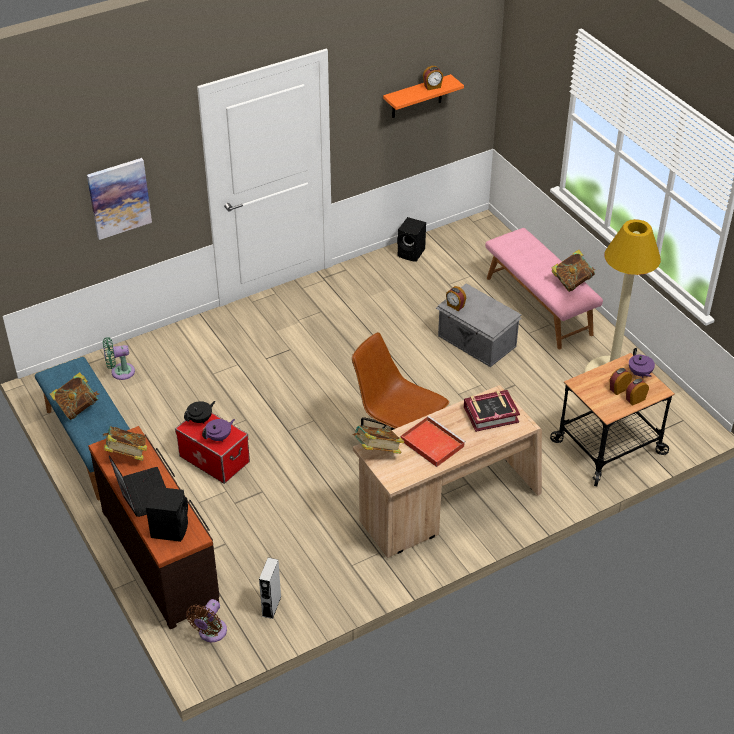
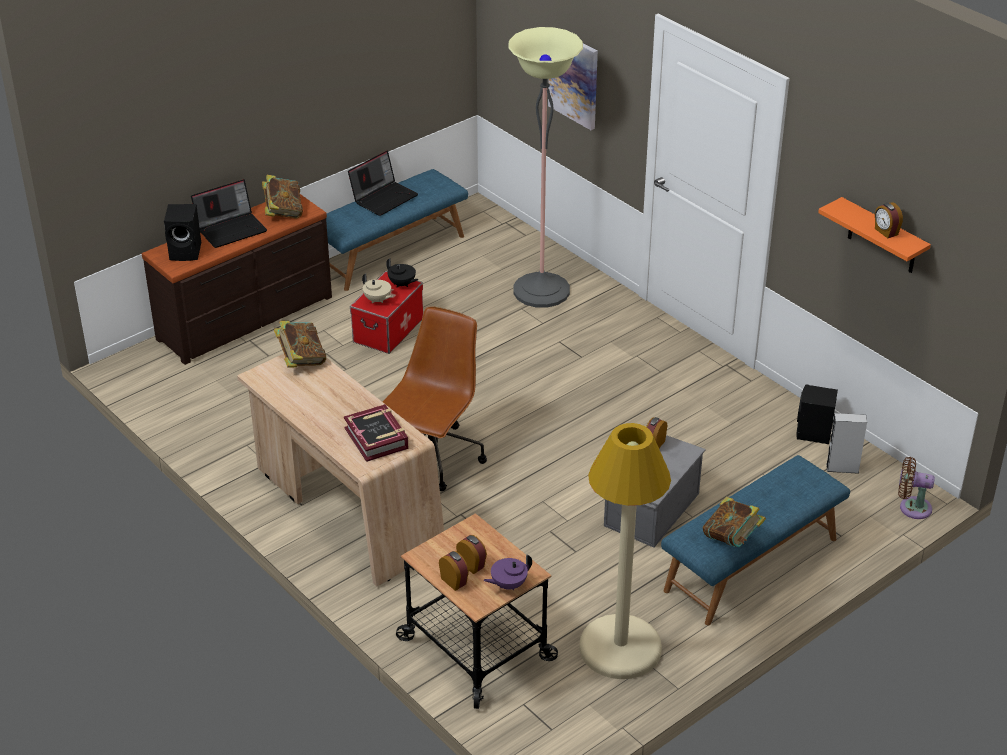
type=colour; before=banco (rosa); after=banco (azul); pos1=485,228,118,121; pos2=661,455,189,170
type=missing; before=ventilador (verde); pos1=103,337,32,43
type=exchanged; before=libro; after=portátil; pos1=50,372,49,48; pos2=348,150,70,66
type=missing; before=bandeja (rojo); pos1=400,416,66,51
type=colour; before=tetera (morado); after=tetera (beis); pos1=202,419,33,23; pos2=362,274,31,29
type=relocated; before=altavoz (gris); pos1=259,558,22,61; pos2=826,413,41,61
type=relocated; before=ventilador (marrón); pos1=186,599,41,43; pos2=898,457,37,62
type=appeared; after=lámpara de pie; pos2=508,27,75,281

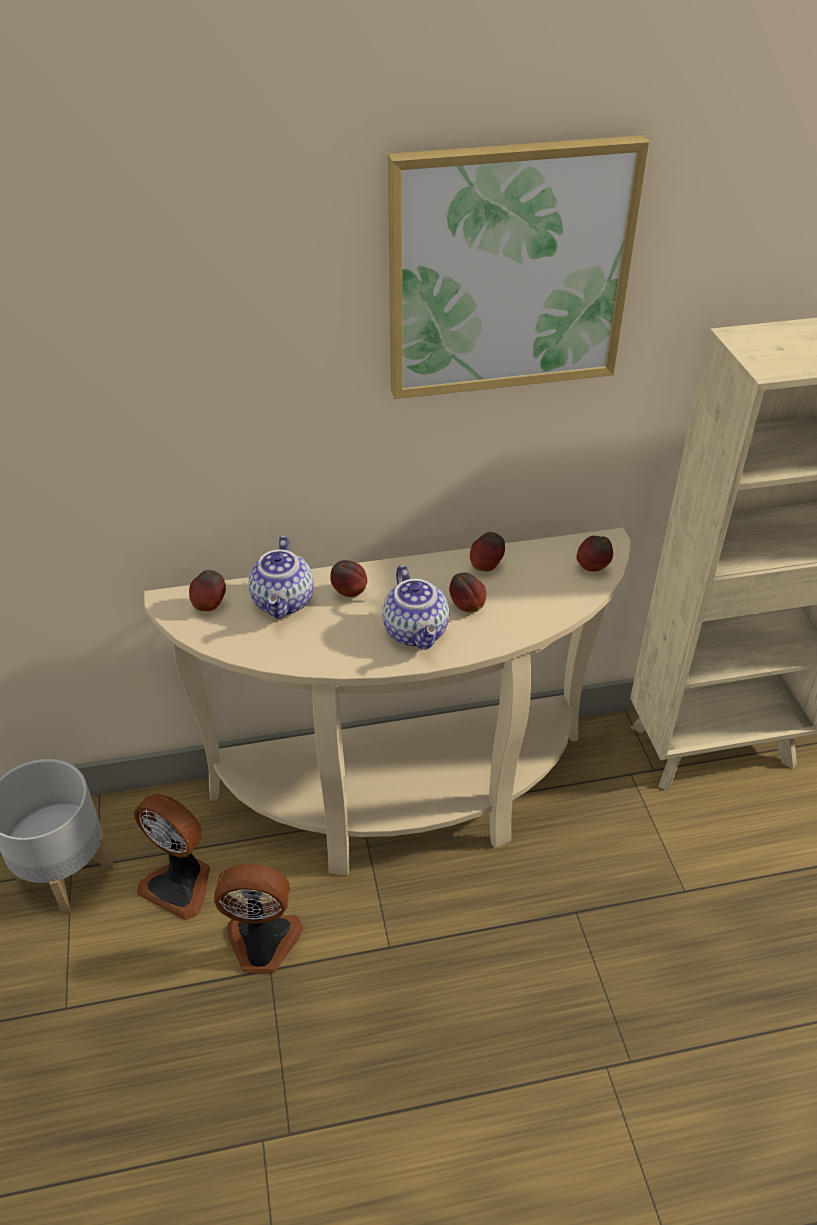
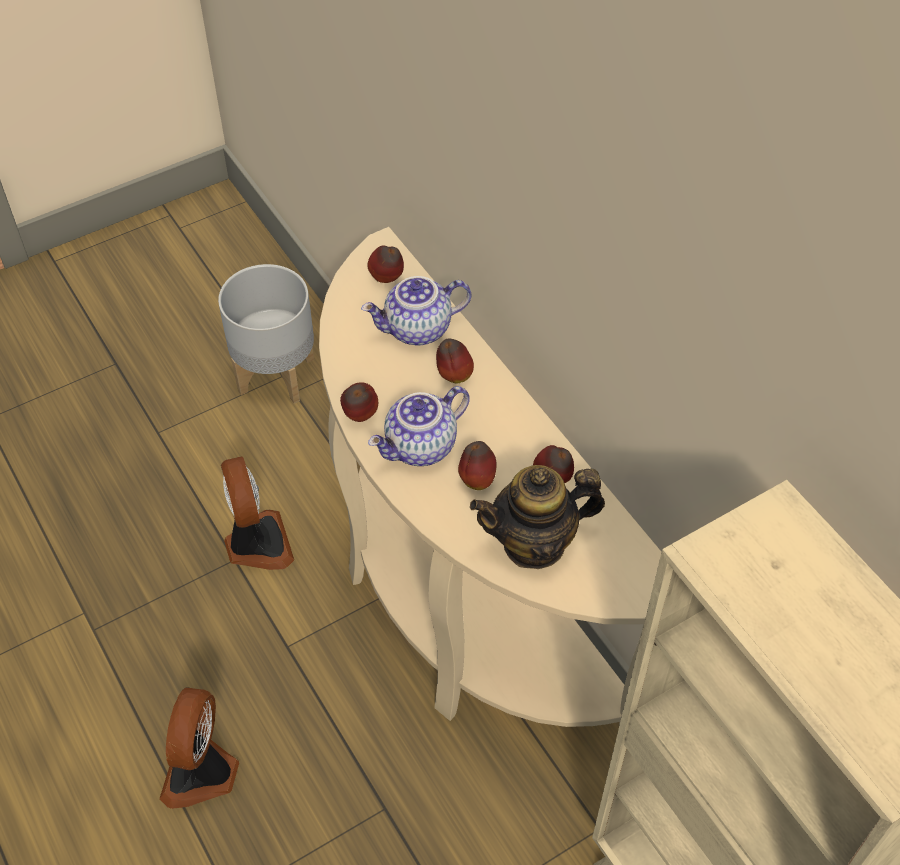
type=missing; before=cuadro; pos1=388,135,261,264
type=relocated; before=manzana; pos1=576,536,37,36; pos2=340,382,38,40
type=relocated; before=ventilador; pos1=134,794,76,127; pos2=159,687,80,122
type=appeared; after=tetera; pos2=470,465,135,104

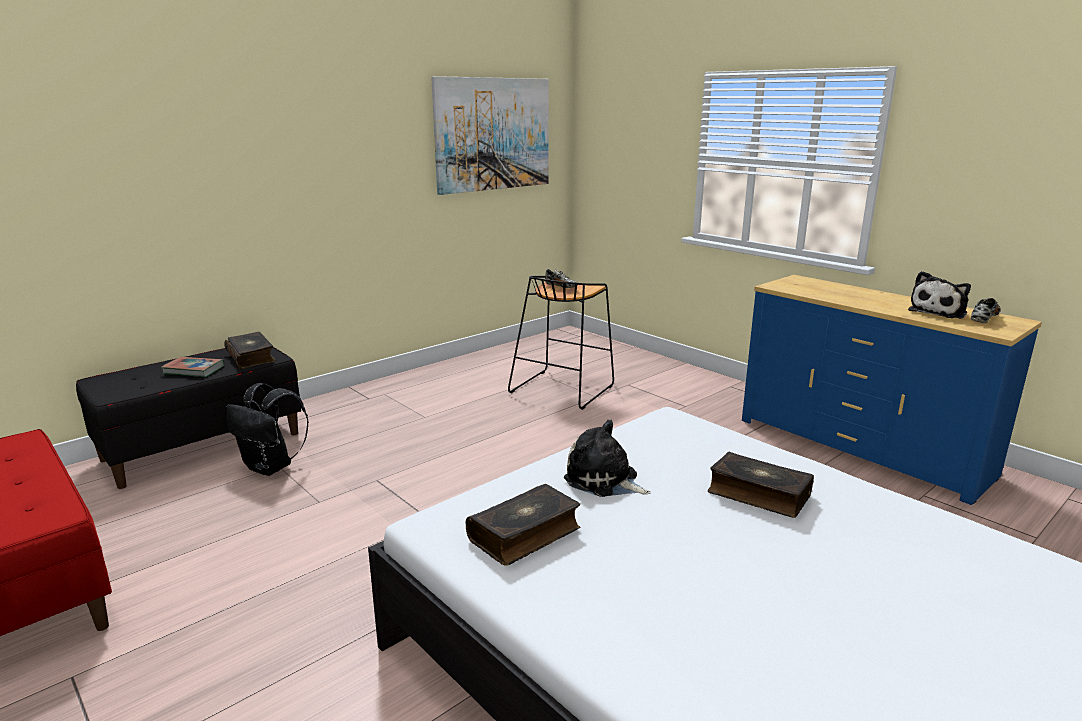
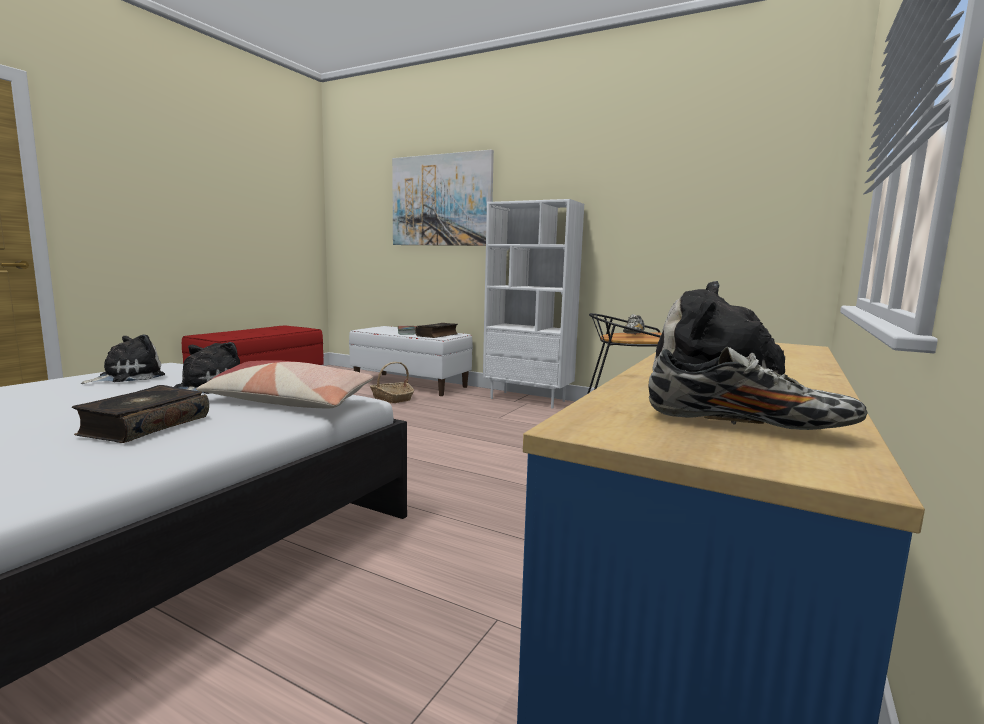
type=relocated; before=cuadro; pos1=431,76,118,119; pos2=392,149,102,97
type=colour; before=banco (negro); after=banco (blanco); pos1=76,347,225,142; pos2=349,326,124,70
type=exchanged; before=mochila (negro); after=cesta; pos1=226,383,83,93; pos2=370,362,44,41
type=exchanged; before=libro; after=peluche; pos1=466,484,114,82; pos2=80,334,85,50
type=appeared; after=estantería (blanco); pos2=483,199,101,210
type=appeared; after=cojín; pos2=196,360,177,48

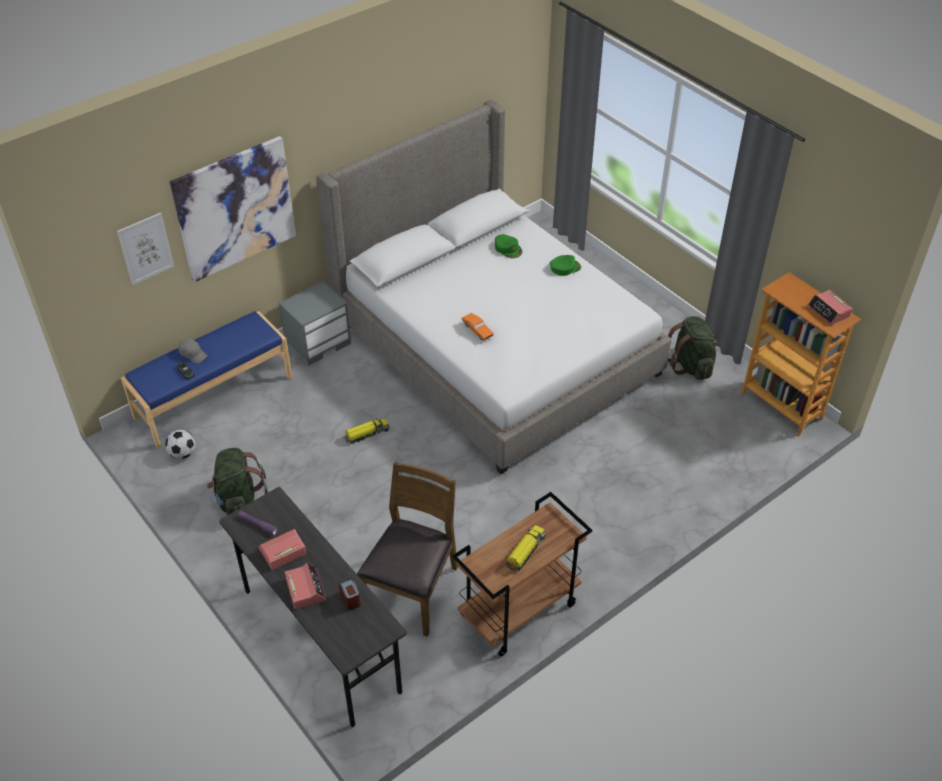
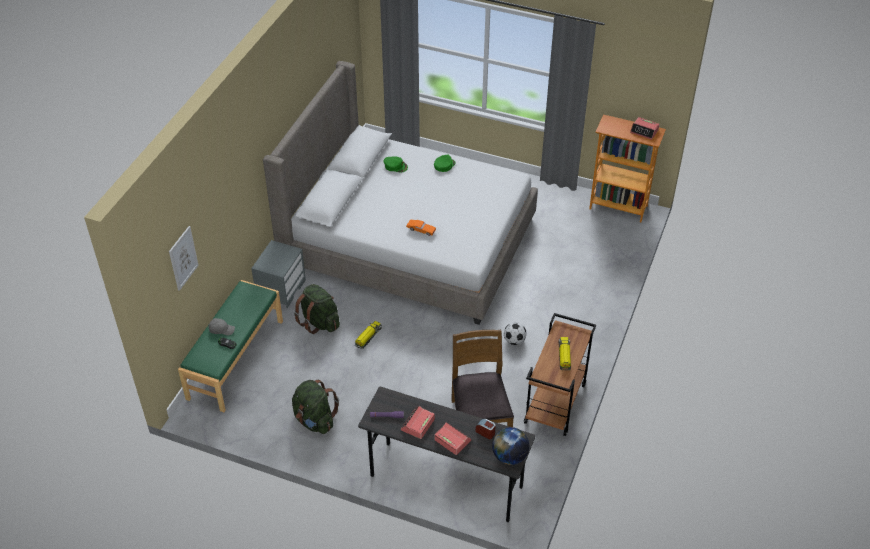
type=missing; before=cuadro; pos1=170,136,126,146
type=colour; before=banco (azul); after=banco (verde); pos1=121,311,172,137; pos2=178,280,105,132
type=relocated; before=mochila (verde); pos1=668,316,49,64; pos2=294,284,46,50
type=relocated; before=balón de fútbol; pos1=165,430,31,29; pos2=504,322,23,23
type=appeared; after=globo terráqueo; pos2=492,427,37,38

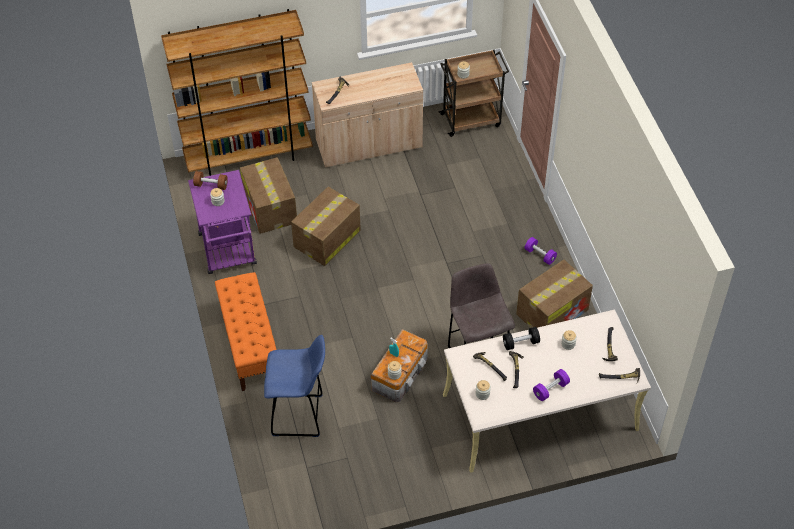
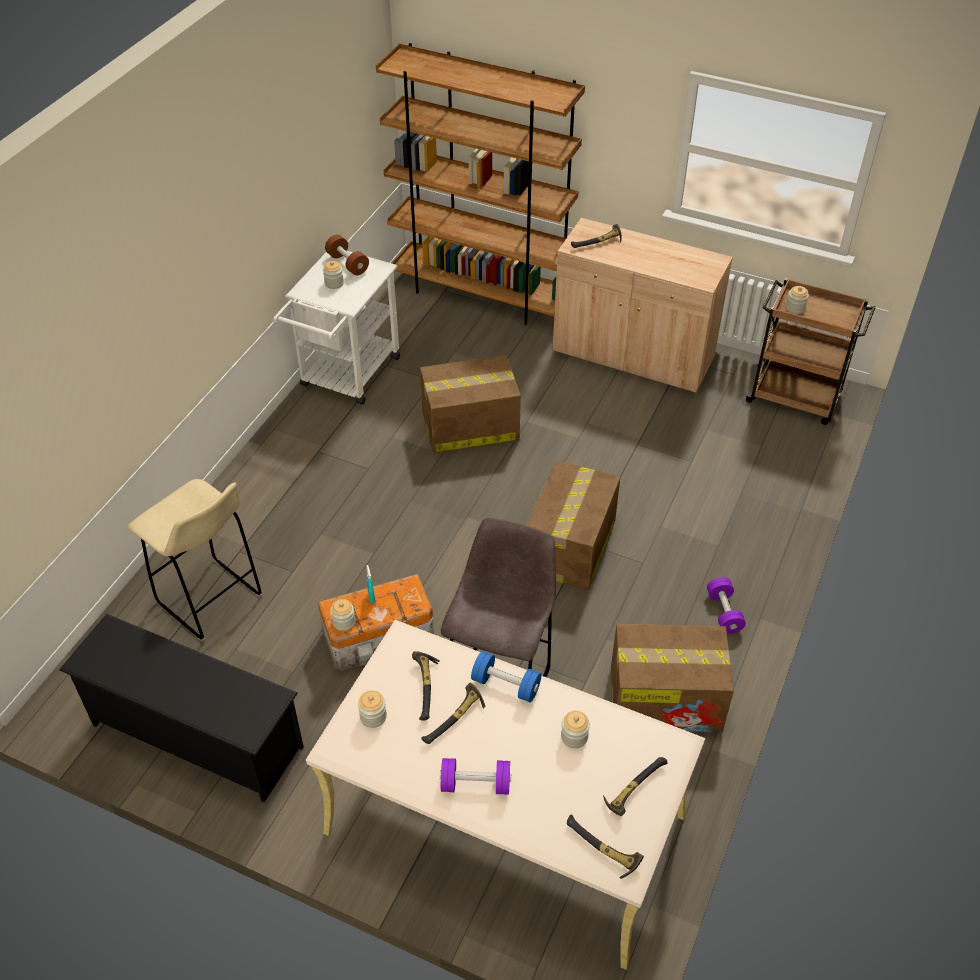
type=relocated; before=caja de cartón; pos1=240,157,57,77; pos2=527,460,93,130
type=colour; before=carrito (morado); after=carrito (blanco); pos1=188,170,69,104; pos2=273,251,127,154
type=missing; before=banco (naranja); pos1=215,272,62,119
type=colour; before=mancuerna (negro); after=mancuerna (azul); pos1=503,327,37,23; pos2=471,651,70,51
type=colour; before=taburete (azul); after=taburete (beis); pos1=264,335,61,102; pos2=127,479,135,163
type=appeared; after=zapatero (negro); pos2=59,614,245,188

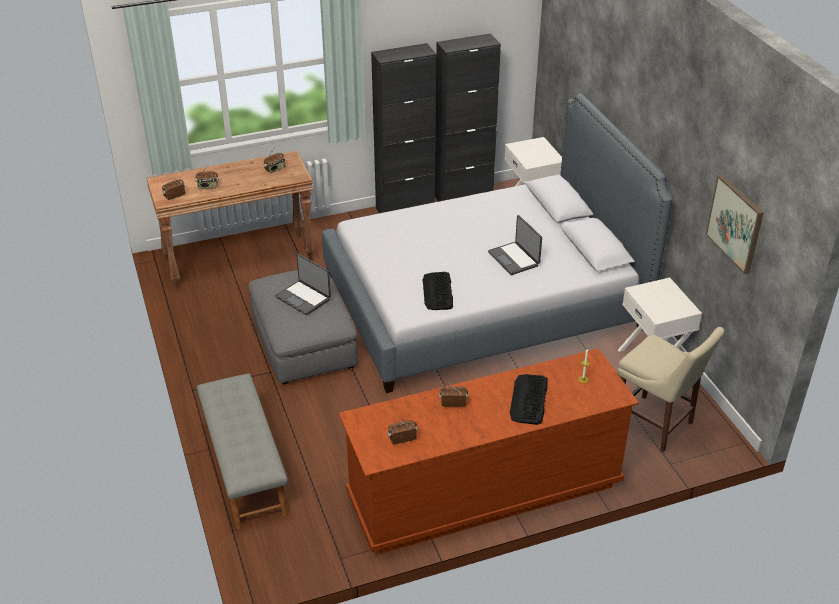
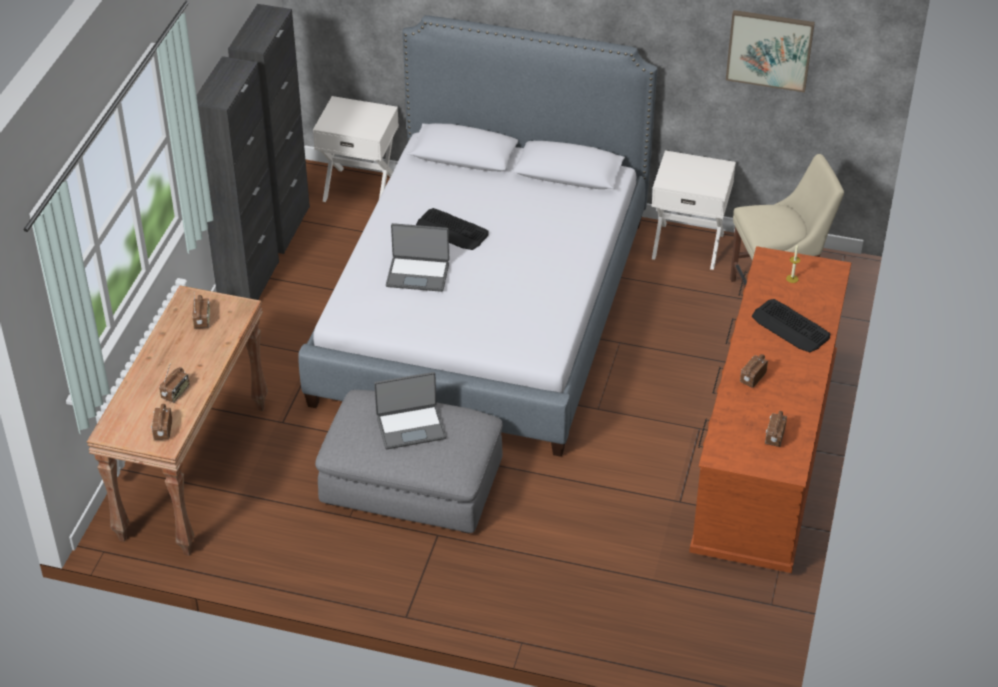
type=relocated; before=portátil; pos1=488,215,54,60; pos2=386,223,63,69
type=relocated; before=teclado; pos1=422,272,31,38; pos2=416,208,72,42
type=missing; before=banco (gris); pos1=197,373,91,156

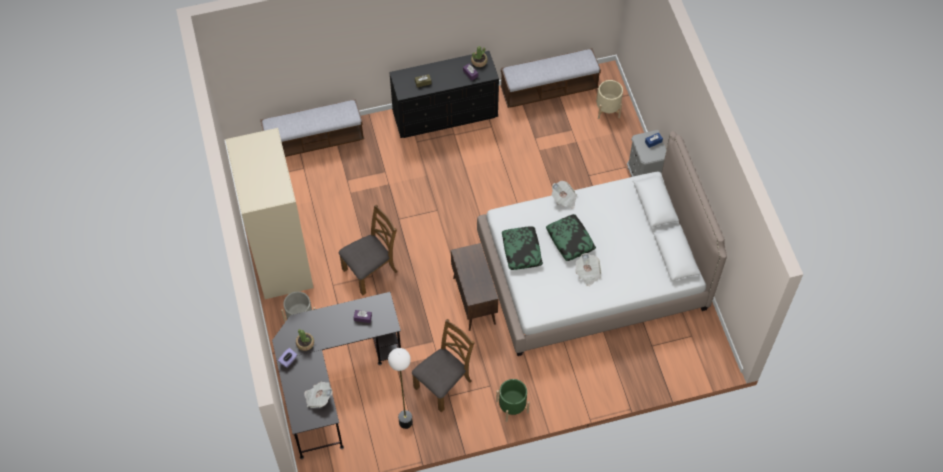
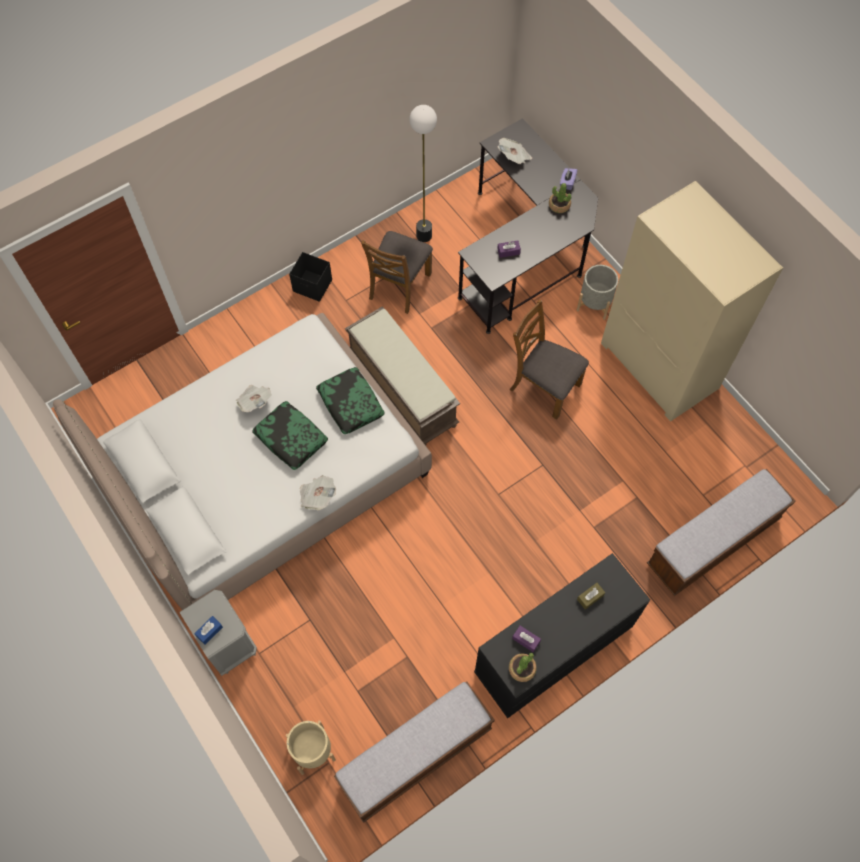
type=spun; before=silla (marrón); pos1=339,205,59,90; pos2=509,300,80,119; turn=90
type=exchanged; before=armario (marrón); after=banco (marrón); pos1=451,243,47,88; pos2=345,306,115,140
type=exchanged; before=maceta (verde); after=caja de almacenaje (negro); pos1=496,379,34,43; pos2=289,252,43,50

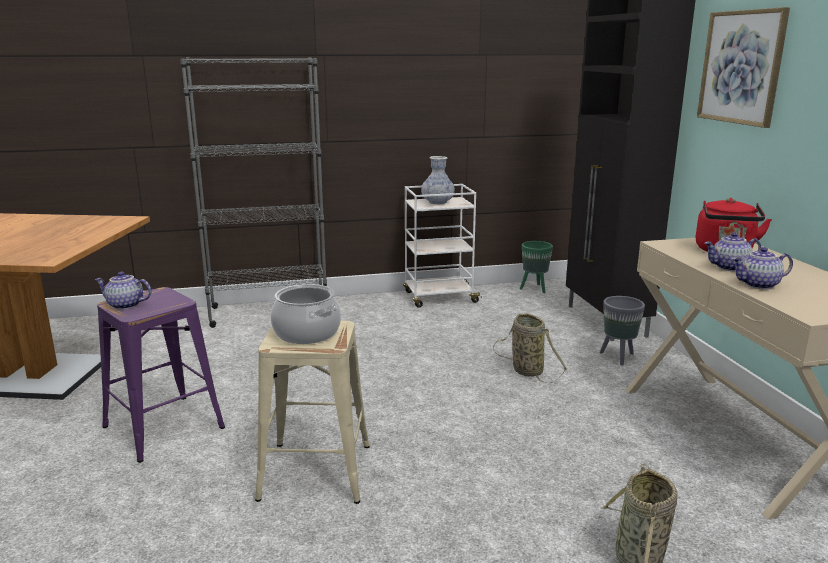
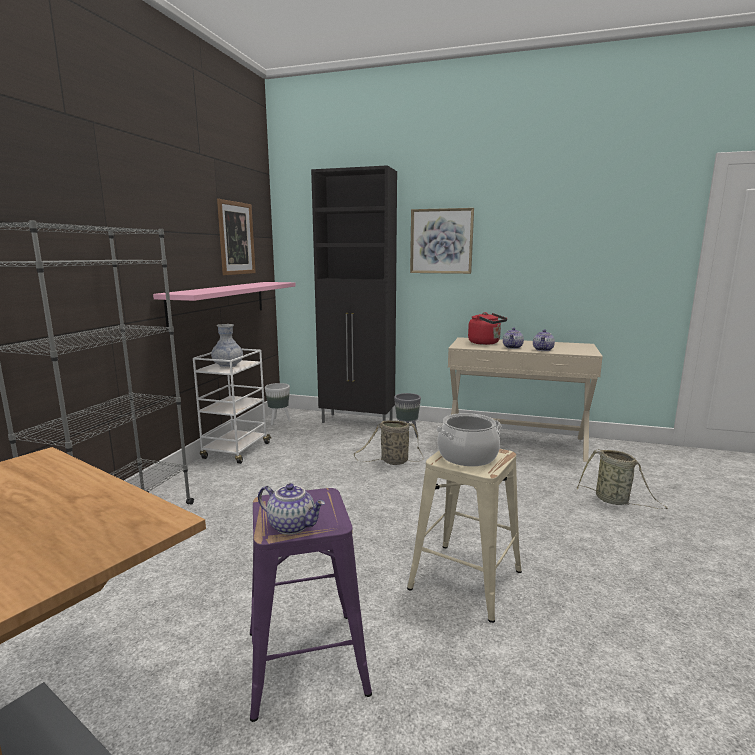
type=colour; before=maceta (verde); after=maceta (blanco); pos1=520,241,33,52; pos2=265,383,26,42
type=spun; before=tetera; pos1=95,272,56,38; pos2=258,483,67,52; turn=-105
type=appeared; after=cuadro; pos2=217,199,39,76
type=appeared; after=estante (rosa); pos2=153,282,143,48

